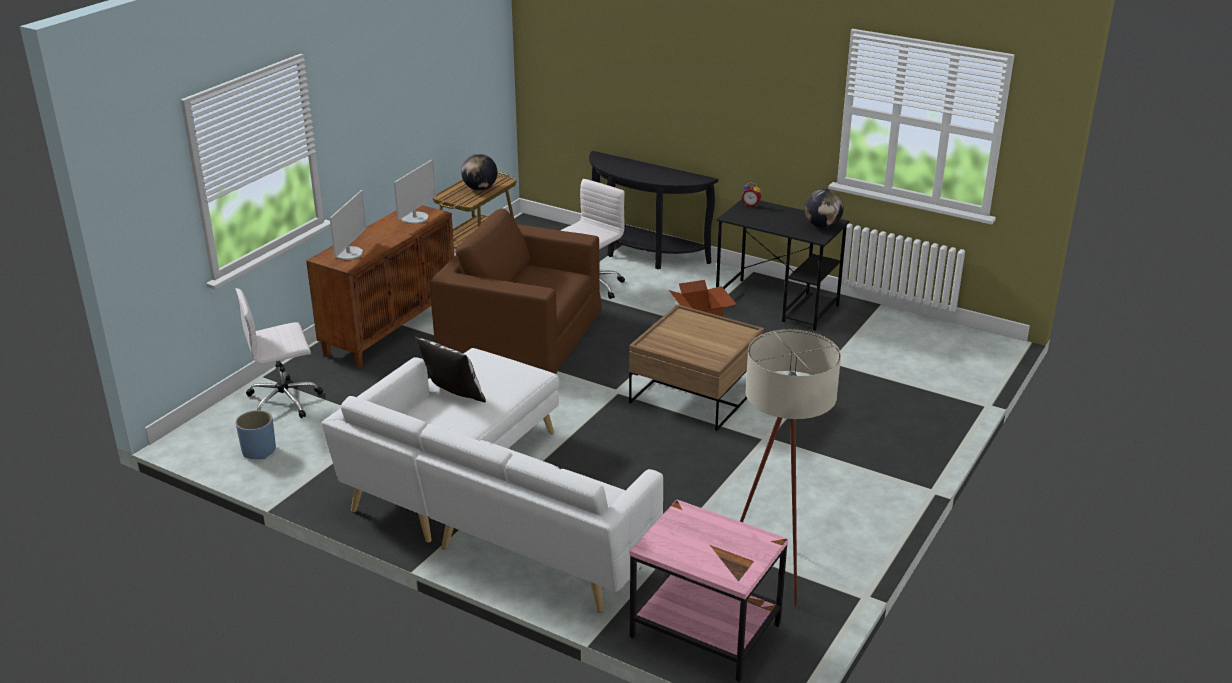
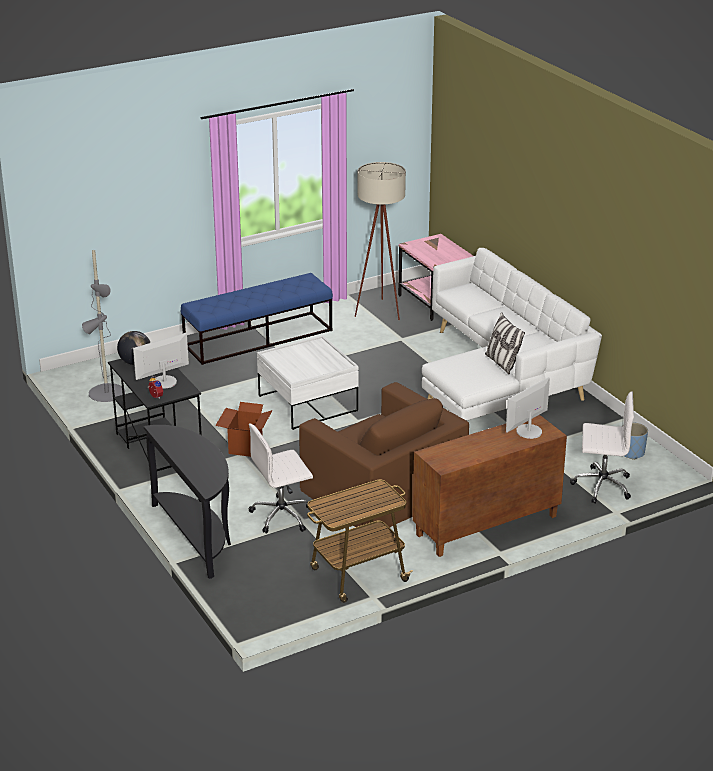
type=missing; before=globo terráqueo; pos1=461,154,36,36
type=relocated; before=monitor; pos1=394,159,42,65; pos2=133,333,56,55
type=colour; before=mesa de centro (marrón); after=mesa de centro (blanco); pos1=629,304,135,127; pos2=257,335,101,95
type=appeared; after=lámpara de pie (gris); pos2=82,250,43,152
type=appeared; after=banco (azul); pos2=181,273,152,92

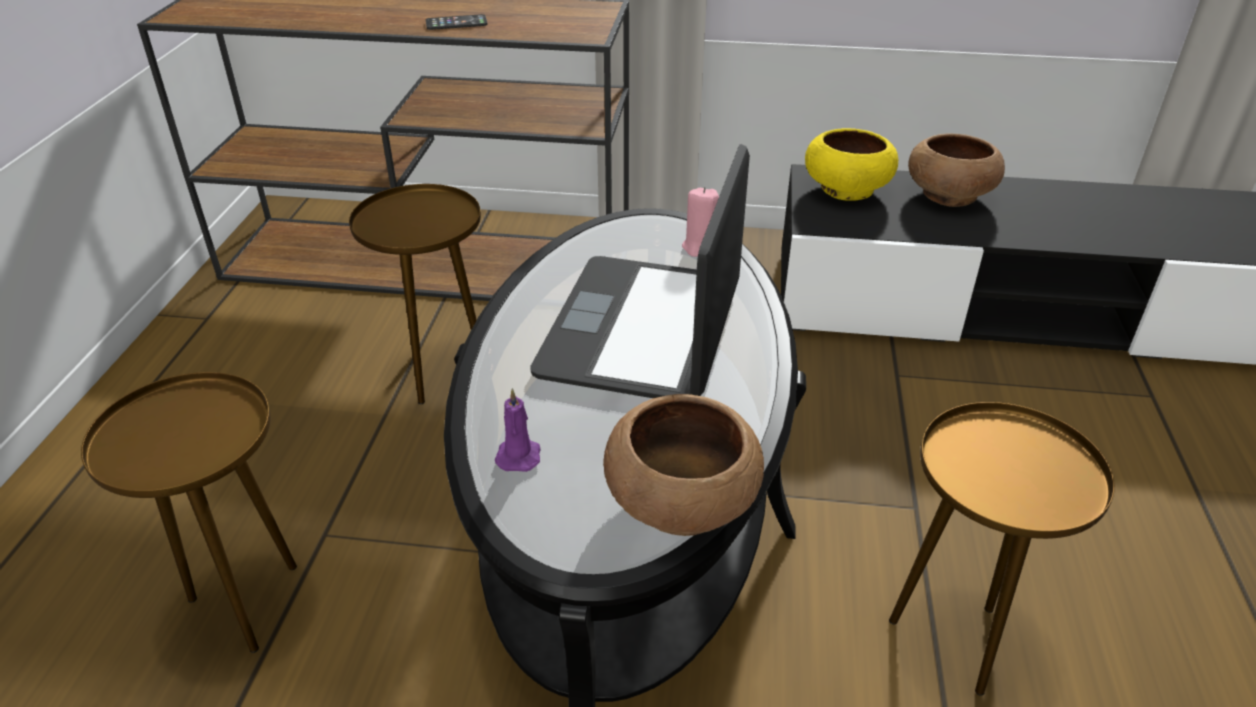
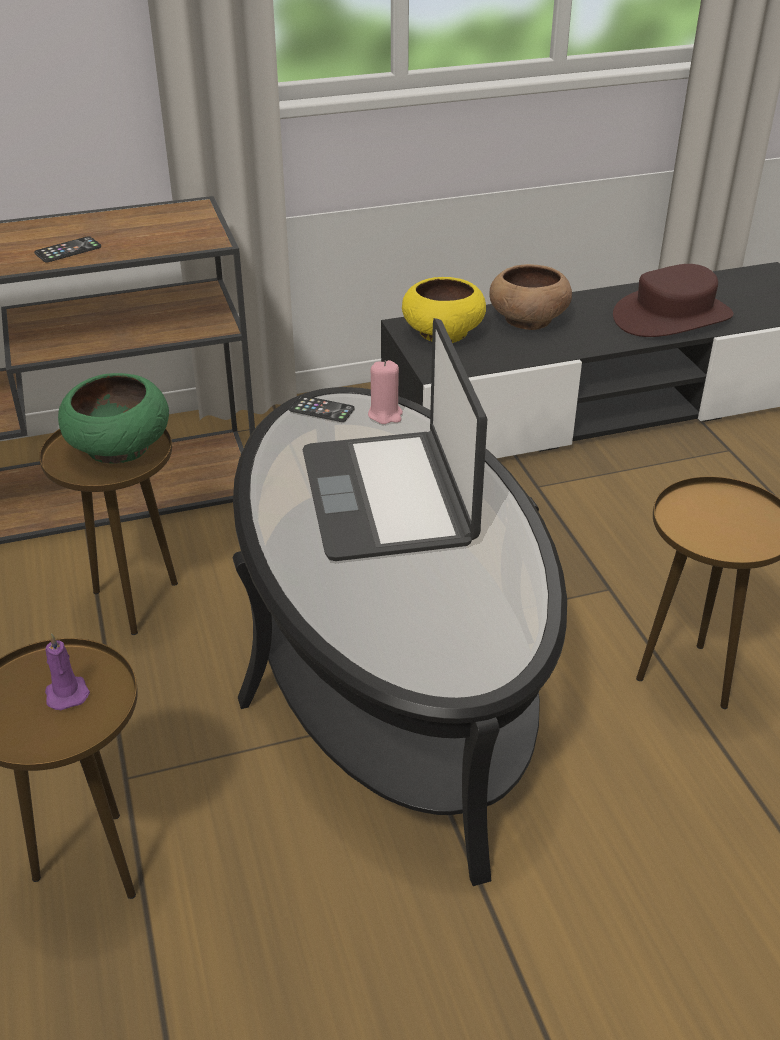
type=relocated; before=vela (morado); pos1=495,388,45,84; pos2=45,633,45,77
type=missing; before=cuenco (marrón); pos1=603,394,161,142
type=appeared; after=sombrero (marrón); pos2=613,264,121,73
type=appeared; after=cuenco (verde); pos2=58,373,111,91
type=appeared; after=móvil; pos2=289,395,65,27

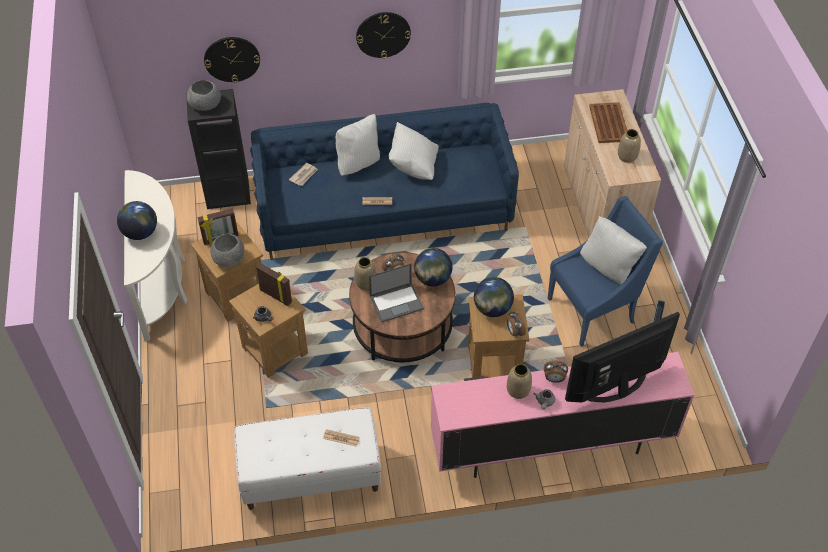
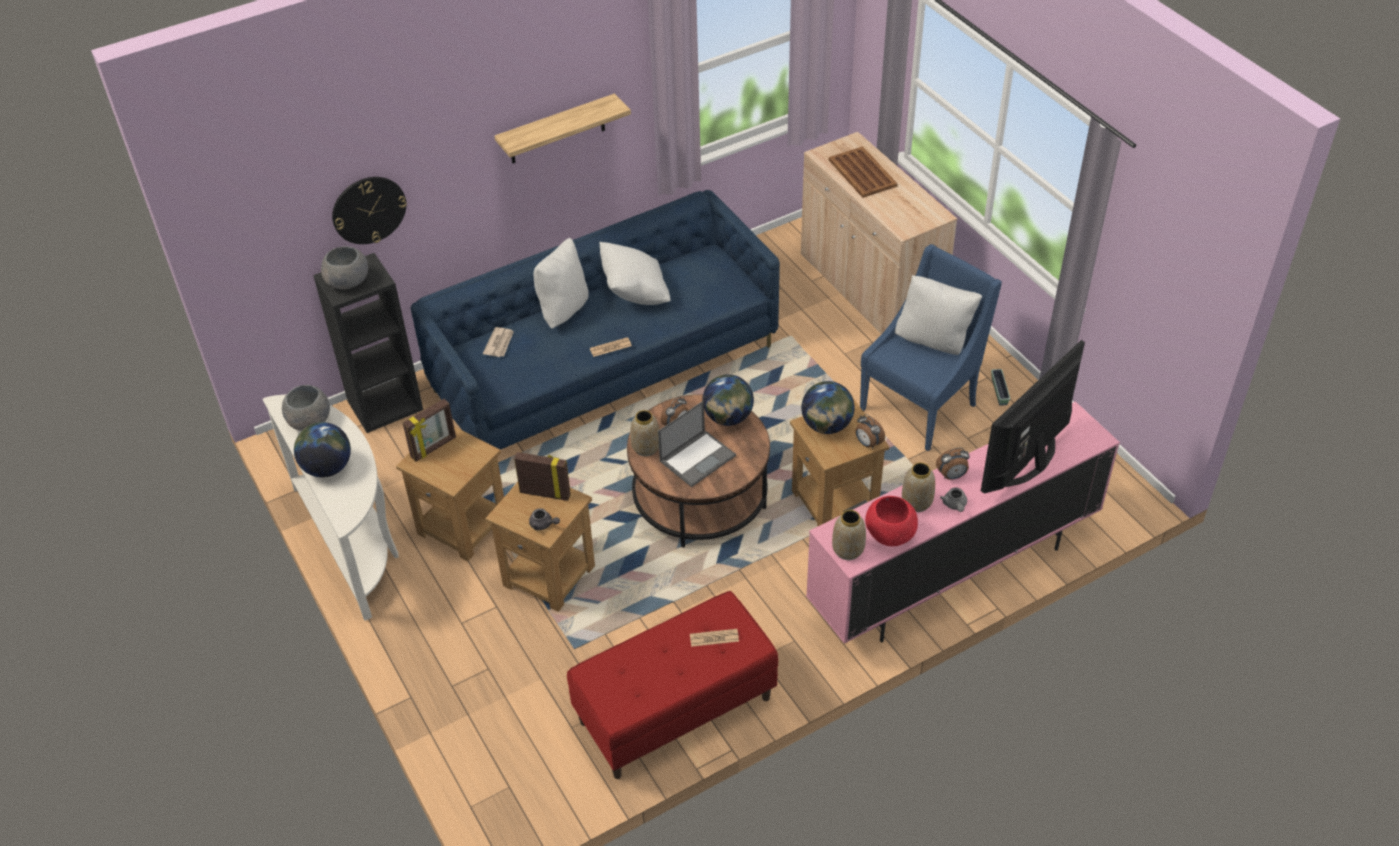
type=exchanged; before=reloj de pared; after=estante; pos1=356,12,55,47; pos2=494,94,137,70
type=relocated; before=florero; pos1=618,129,23,34; pos2=832,510,34,50
type=relocated; before=cuenco (gris); pos1=210,234,35,33; pos2=282,385,48,46
type=colour; before=banco (blanco); after=banco (rojo); pos1=234,407,147,103; pos2=567,591,211,188
type=appeared; after=cuenco (rojo); pos2=865,496,53,50

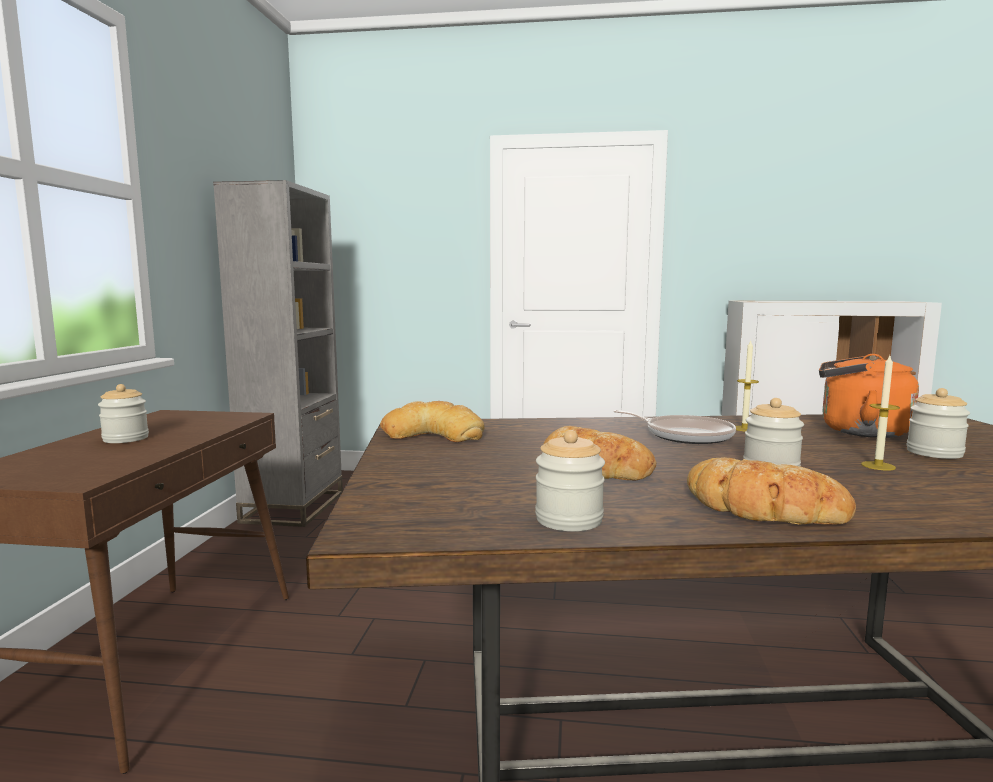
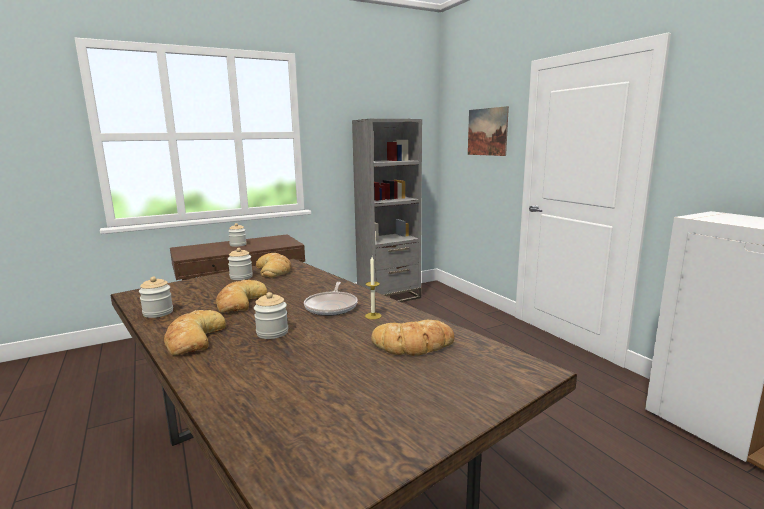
type=exchanged; before=hervidor (naranja); after=pan; pos1=819,354,100,84; pos2=371,320,83,36
type=missing; before=vela; pos1=861,356,39,115
type=relocated; before=tarro; pos1=906,388,64,71; pos2=228,248,25,32
type=appeared; after=cuadro; pos2=468,106,41,50

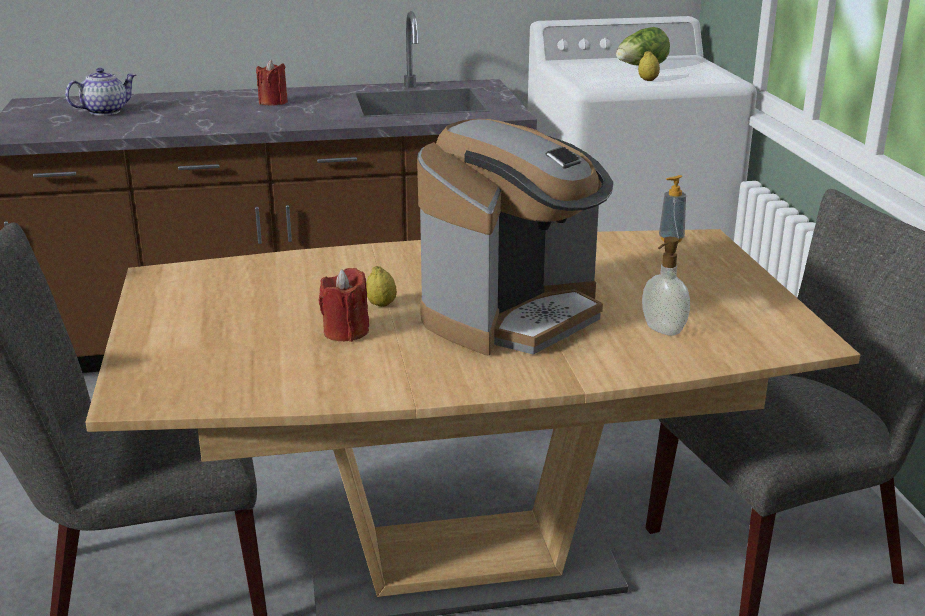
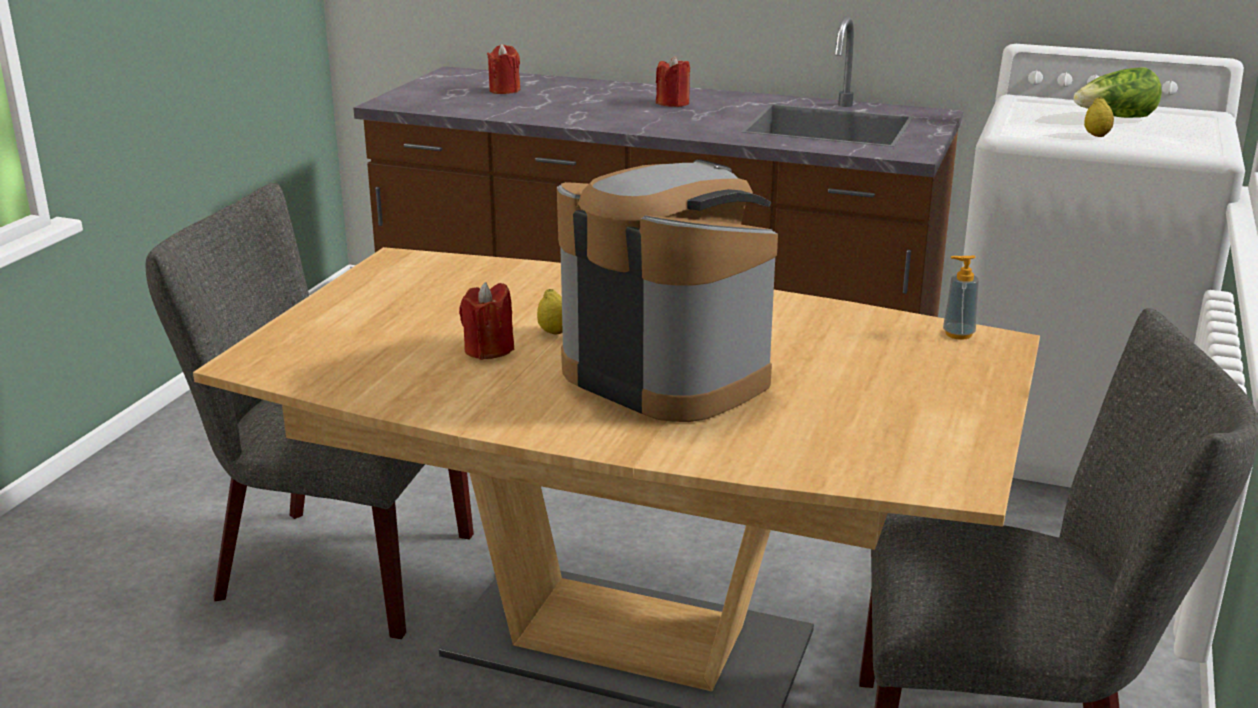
type=exchanged; before=tetera; after=vela (rojo); pos1=65,68,71,48; pos2=487,44,33,50
type=spun; before=cafetera; pos1=417,119,197,236; pos2=557,159,221,263; turn=-120
type=missing; before=dispensador de jabón; pos1=642,237,48,99

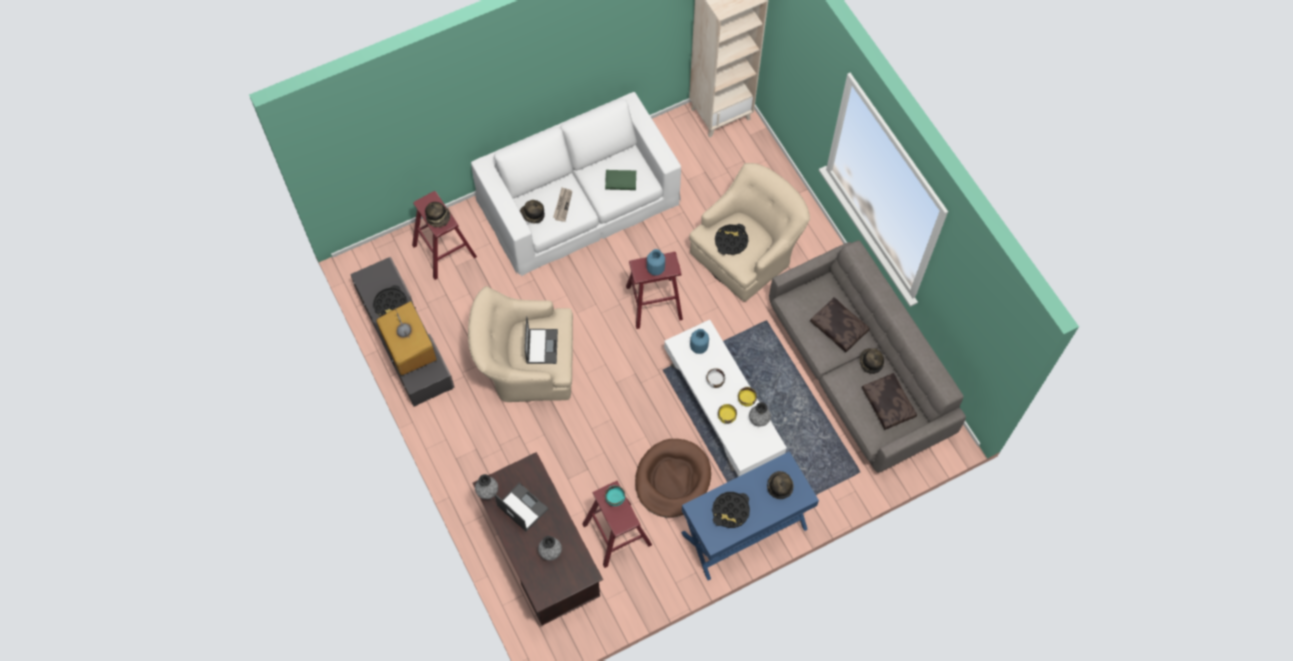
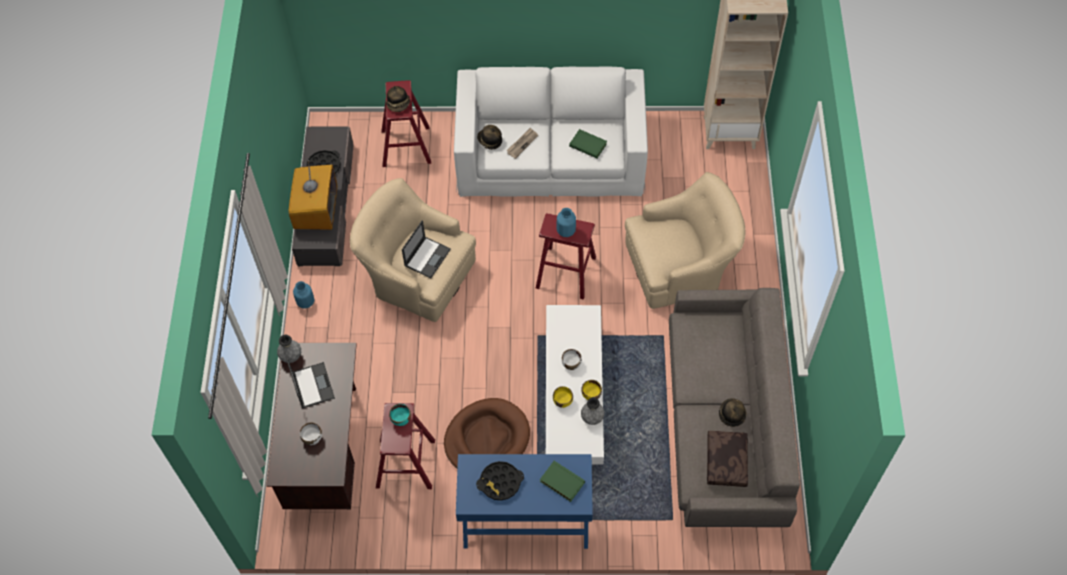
type=missing; before=bandeja (negro); pos1=715,224,34,31
type=missing; before=cojín (marrón); pos1=810,297,60,55
type=relocated; before=florero (azul); pos1=690,329,19,25; pos2=293,281,21,28
type=exchanged; before=sombrero; after=libro (verde); pos1=767,471,27,28; pos2=540,461,45,41
type=exchanged; before=florero (gris); after=cuenco (blanco); pos1=538,536,24,25; pos2=300,422,22,23

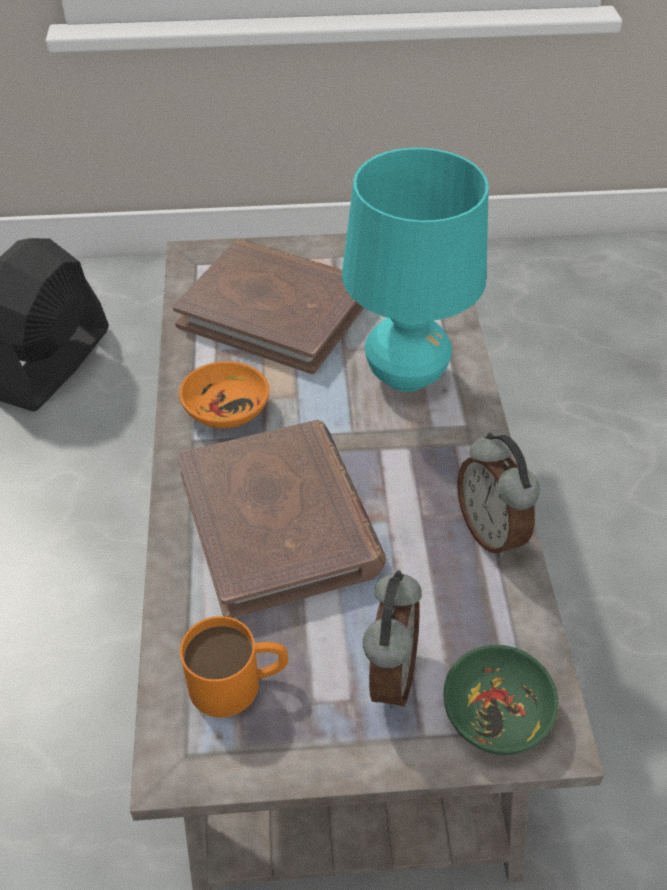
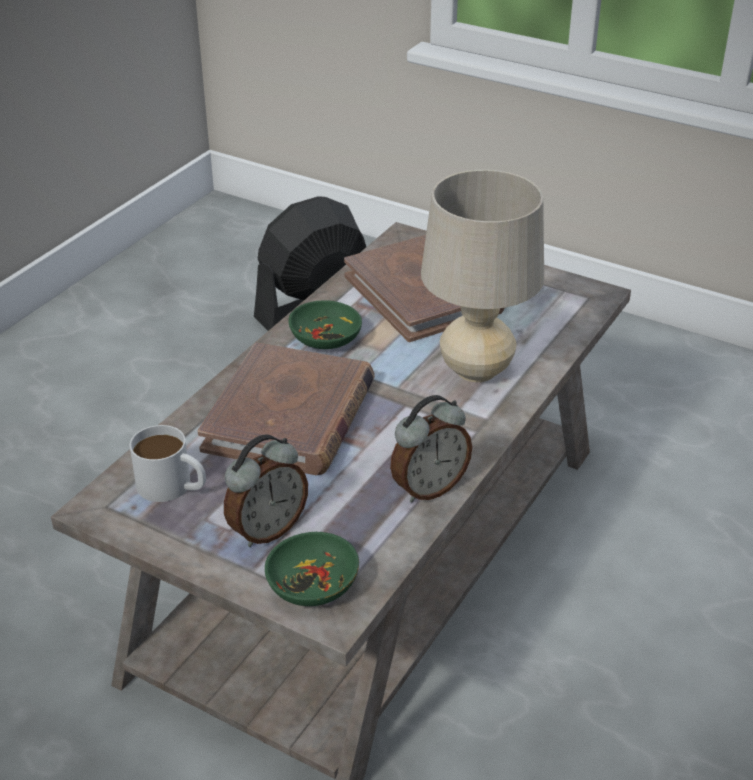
type=colour; before=lámpara de mesa (turquesa); after=lámpara de mesa (beis); pos1=342,148,147,244; pos2=421,170,123,212
type=colour; before=cuenco (naranja); after=cuenco (verde); pos1=179,361,90,67; pos2=288,300,74,49
type=spun; before=despertador; pos1=457,433,83,125; pos2=390,395,82,107; turn=-135
type=colour; before=taza grande (naranja); after=taza grande (blanco); pos1=180,616,108,101; pos2=130,425,76,77

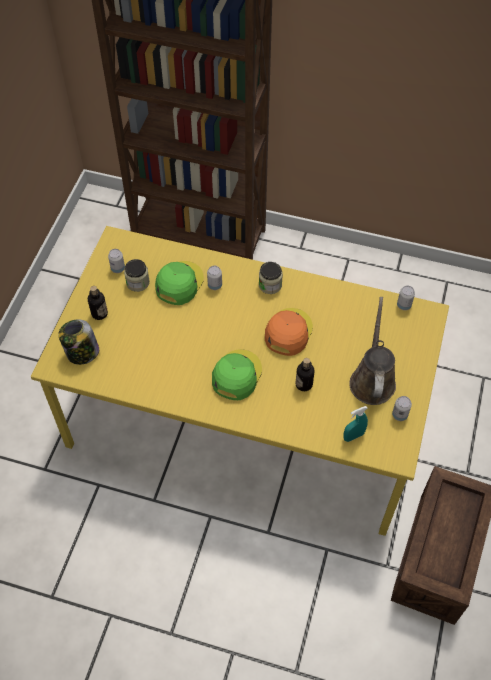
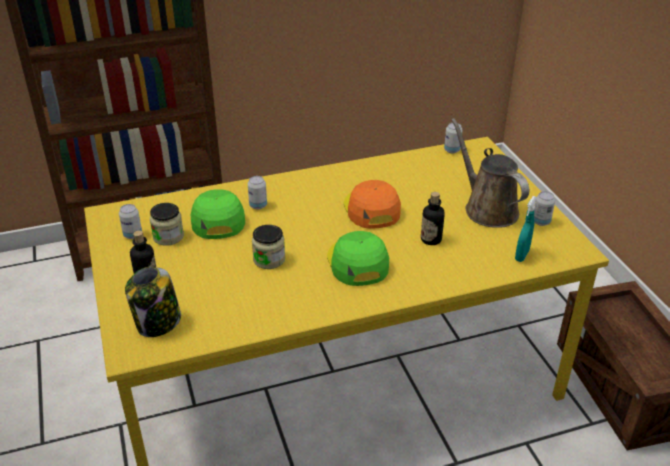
type=relocated; before=tarro; pos1=259,262,24,32; pos2=252,225,33,44

